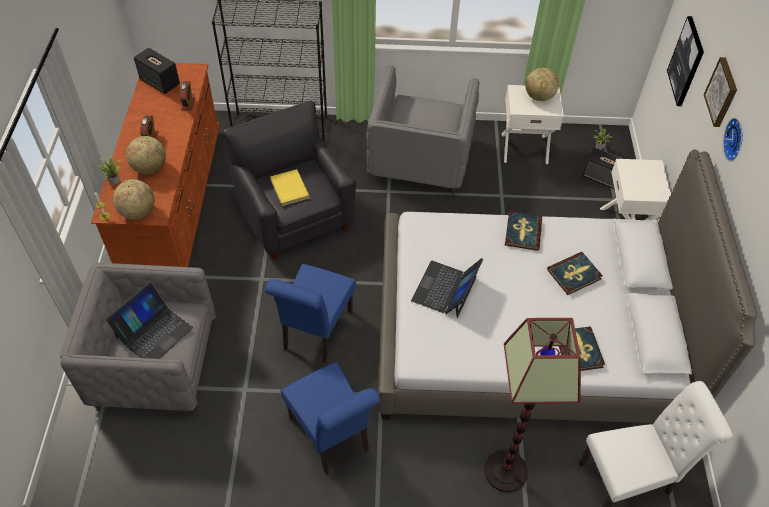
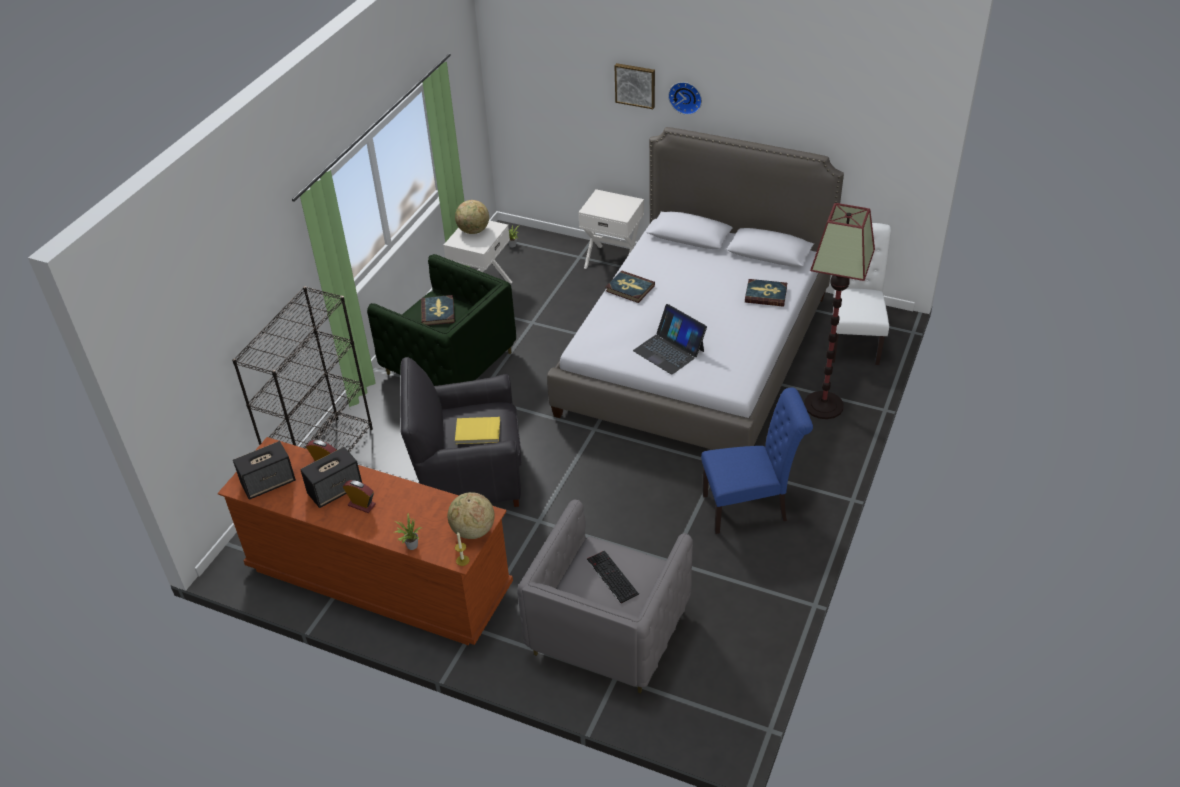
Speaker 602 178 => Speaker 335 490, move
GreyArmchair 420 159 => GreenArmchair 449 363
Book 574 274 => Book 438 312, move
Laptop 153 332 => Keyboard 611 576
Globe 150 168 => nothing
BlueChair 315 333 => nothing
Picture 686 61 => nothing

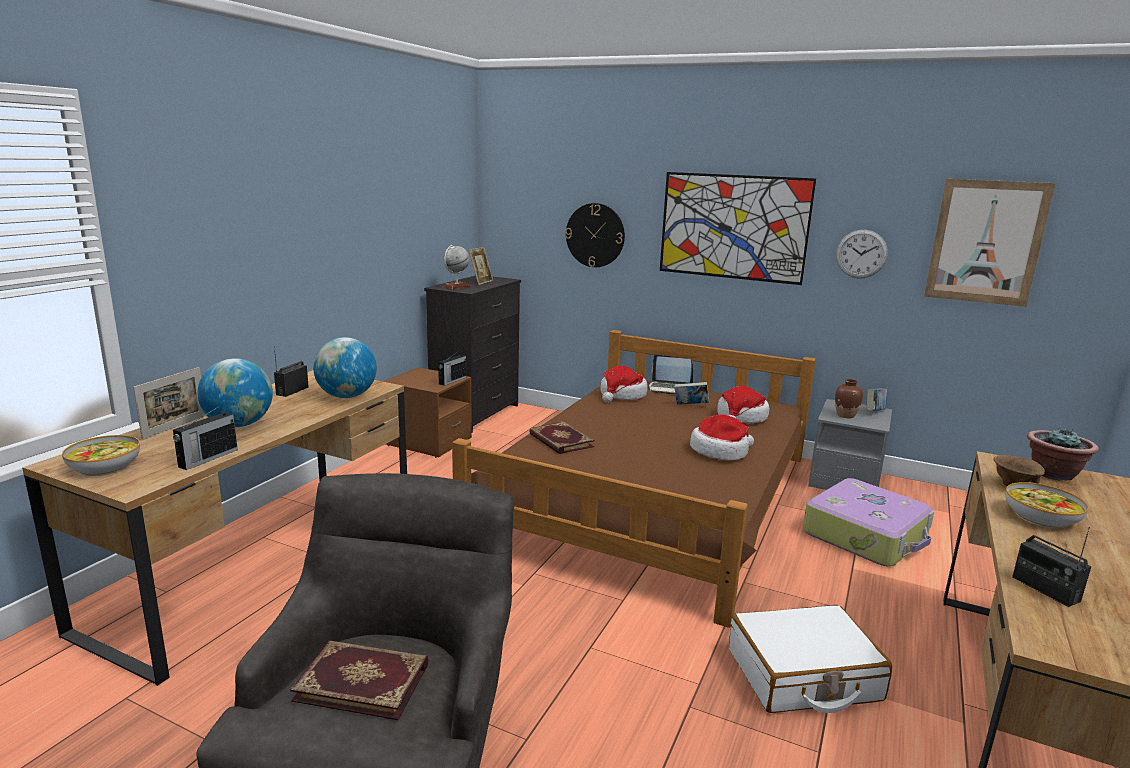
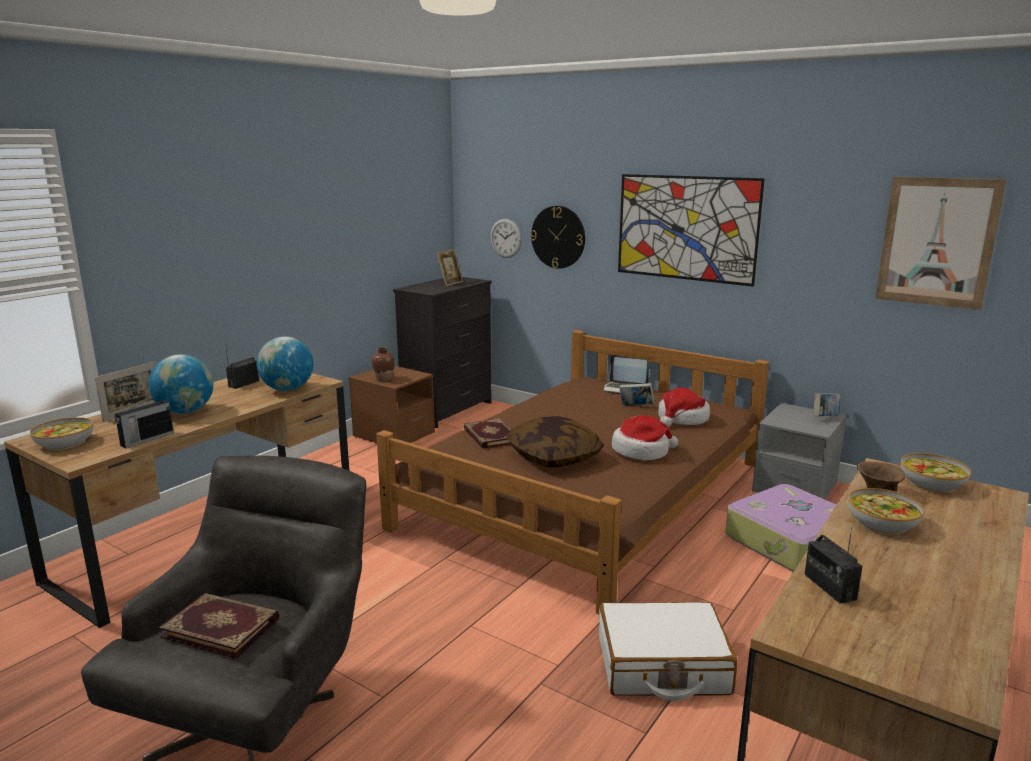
BrownVase 845 415 => BrownVase 384 379, move
WallClock 861 254 => WallClock 506 238, move
nothing => Pillow 554 456
PottedPlant 1053 474 => Bowl 931 483
Radio 452 381 => nothing
Globe 456 287 => nothing
Hat 622 395 => nothing

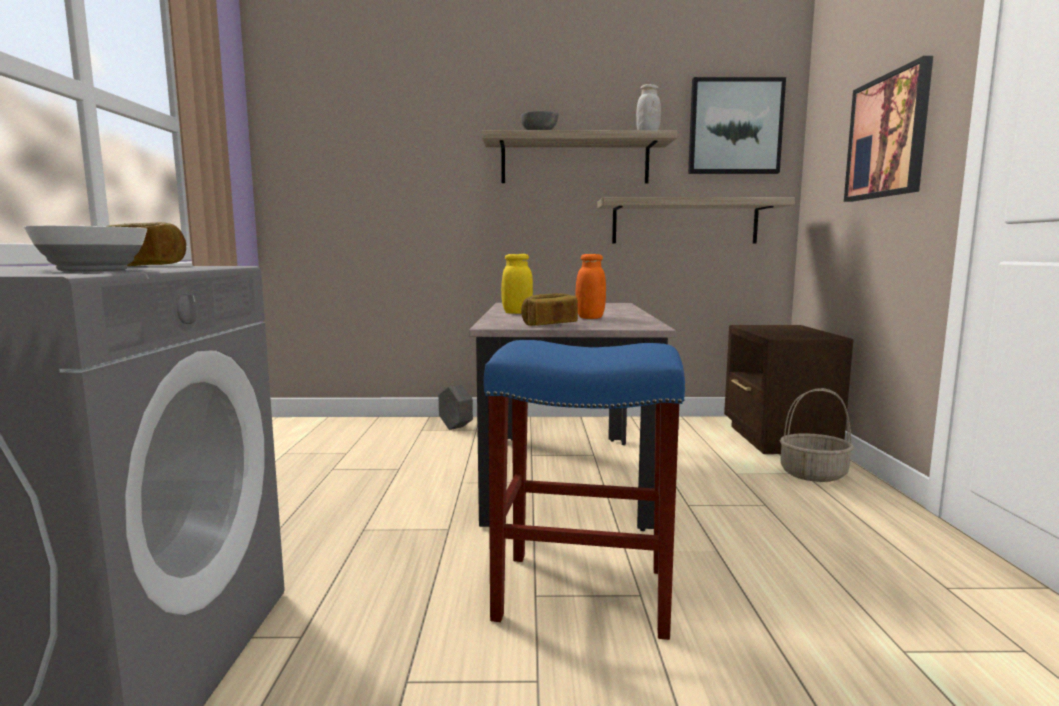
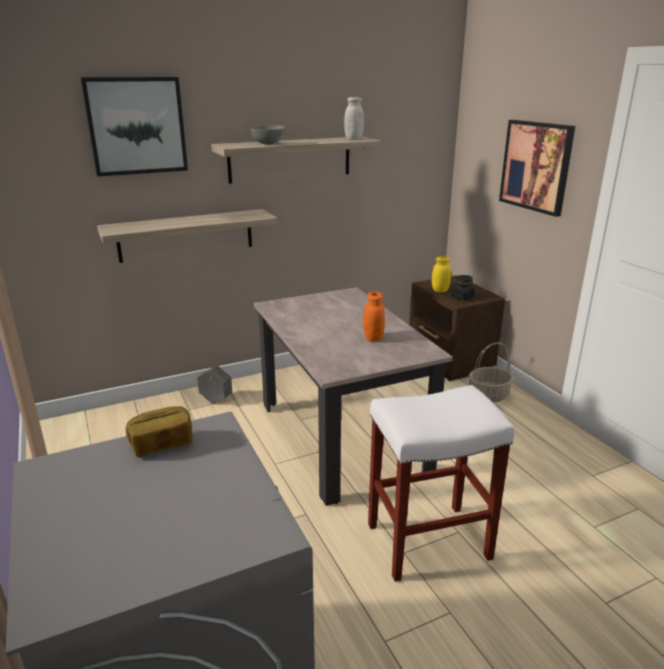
Picture 735 127 => Picture 136 126, move
Shelf 685 222 => Shelf 186 235, move
BlueStool 580 593 => WhiteStool 427 542
YellowJar 517 313 => YellowJar 440 290, move
nothing => BlackJar 462 297
Bowl 91 270 => nothing
Bread 549 324 => nothing

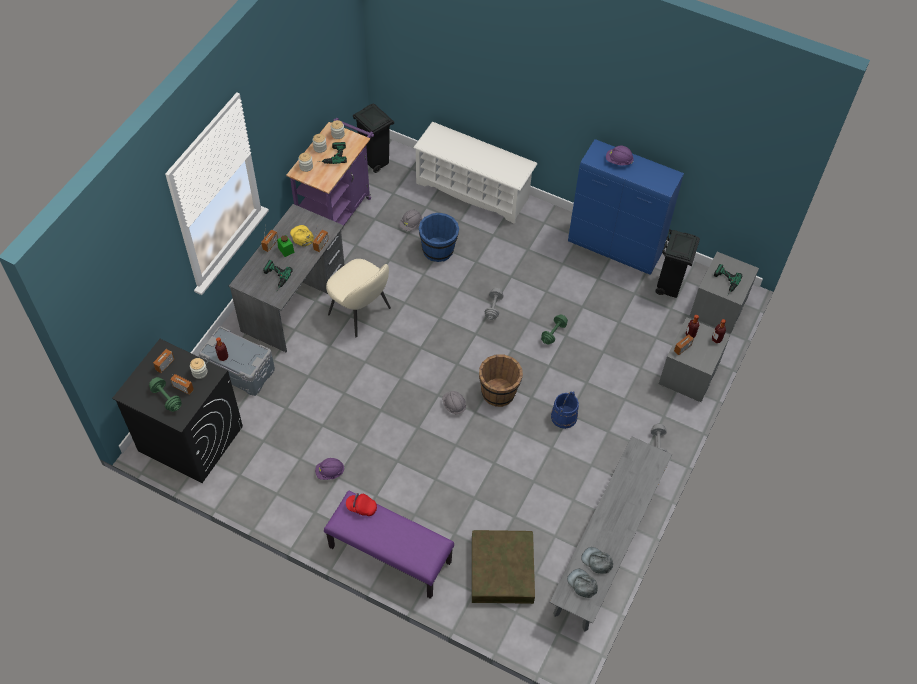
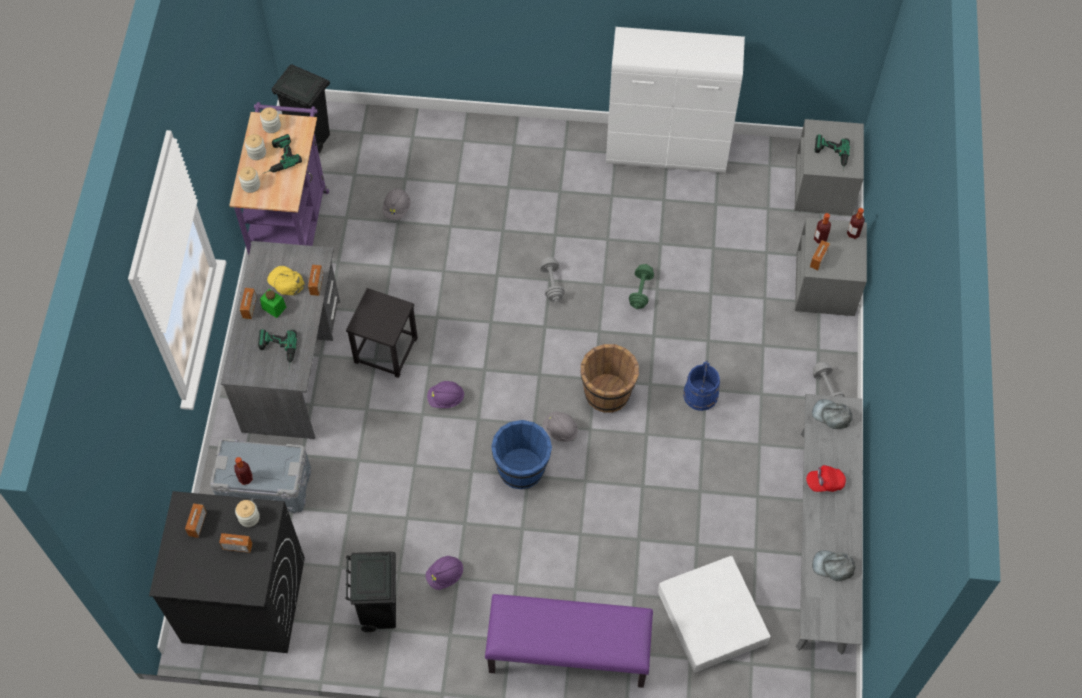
BeigeChair 360 312 => BlackStool 386 350
BlackTrashCan 669 286 => BlackTrashCan 380 612, move
PurpleHardHat 618 161 => PurpleHardHat 446 399, move
BlueBucket 438 250 => BlueBucket 522 468, move
BlueCabinet 615 248 => WhiteCabinet 667 152
BrownStorageBox 502 570 => WhiteStorageBox 712 617
RedCap 361 507 => RedCap 824 483, move
GreyCap 582 584 => GreyCap 832 415, move
GreenDumbbell 166 398 => nothing
WhiteShoeRack 473 190 => nothing

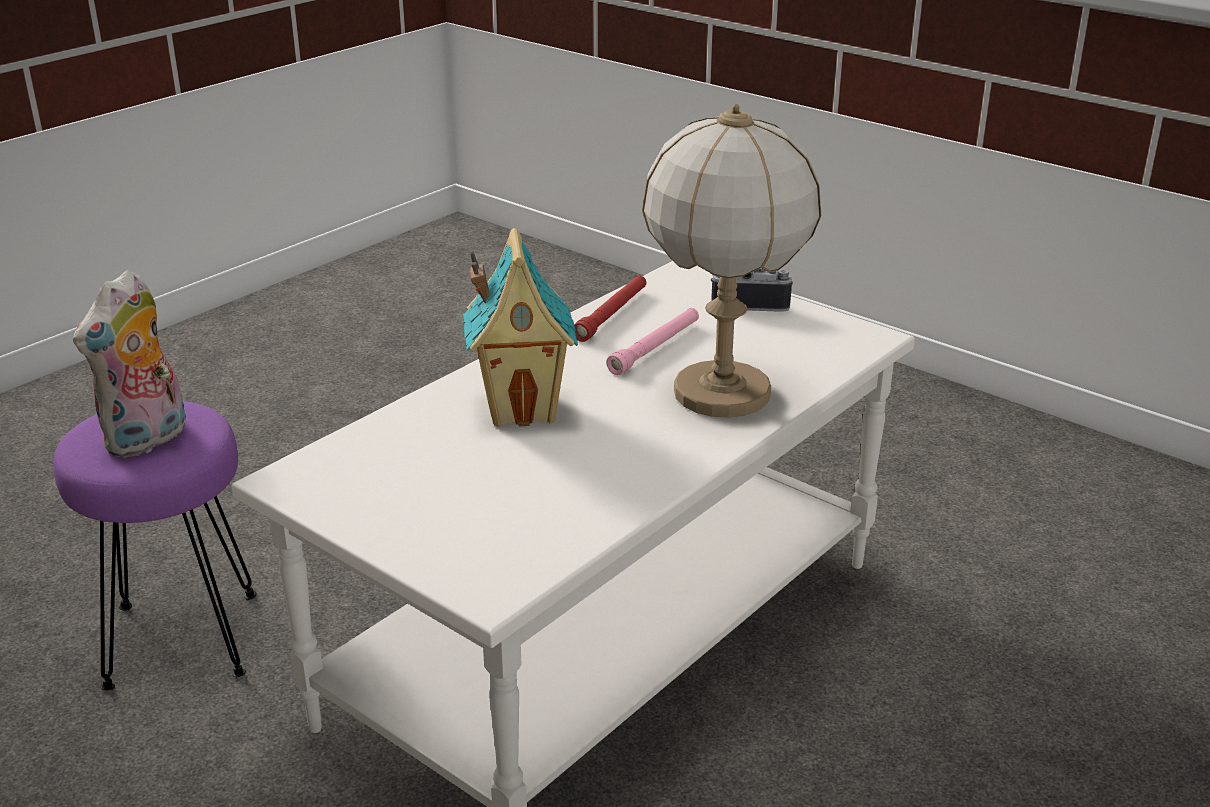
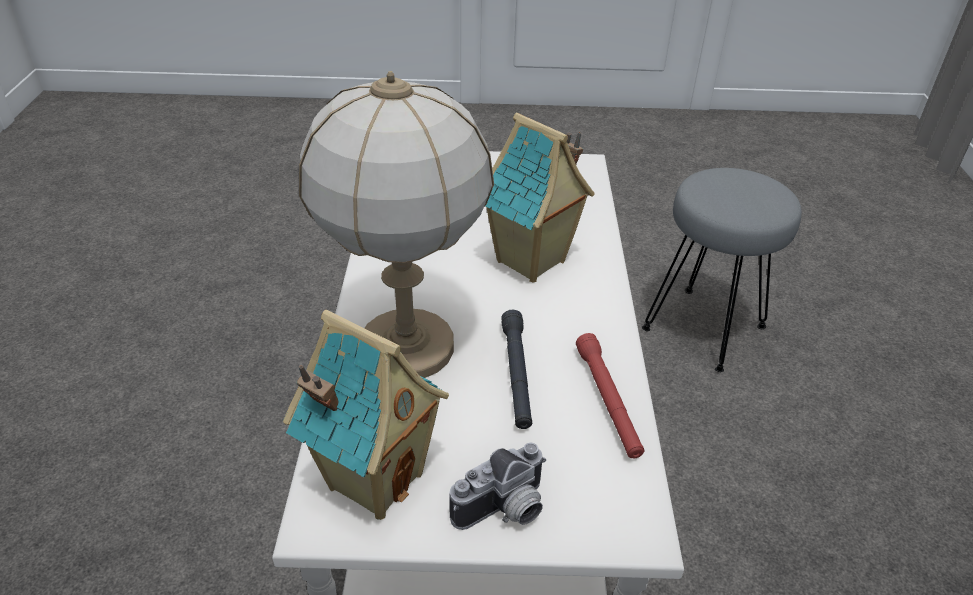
nothing => ToyHouse 374 478
PinkFlashlight 655 348 => BlackFlashlight 516 375
PurpleStool 182 637 => GreyStool 705 329
PlushToy 148 440 => nothing

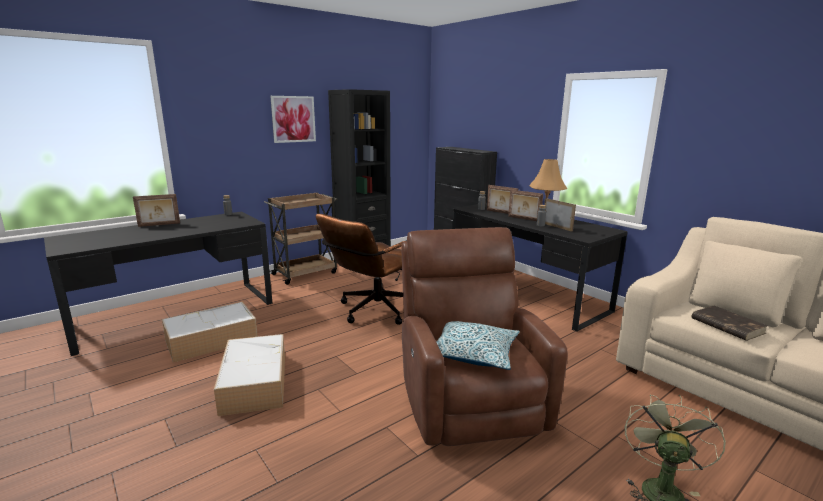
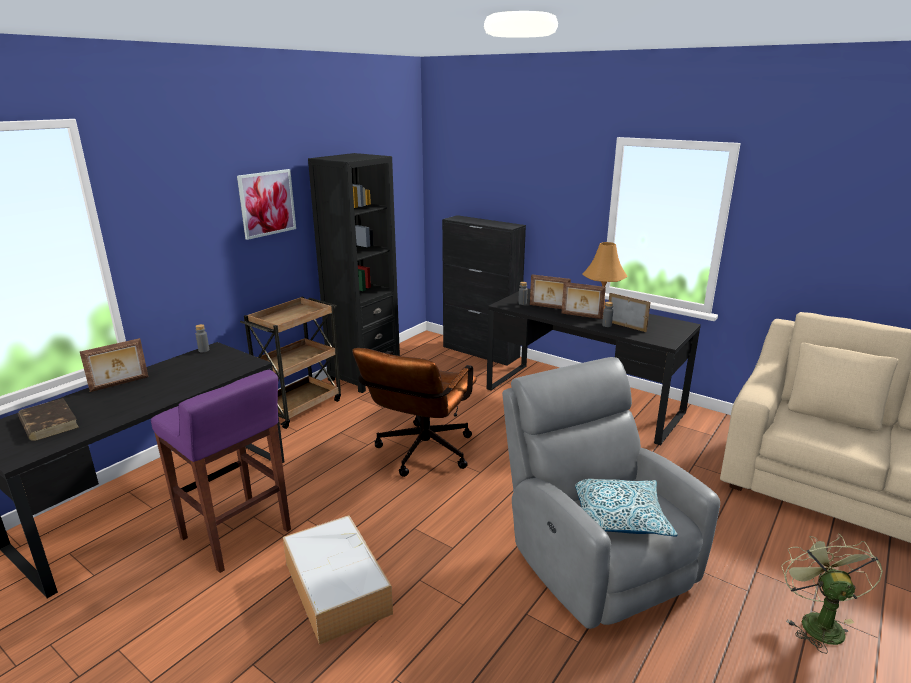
BrownBook 726 325 => BrownBook 48 422, move
StorageBox 210 340 => PurpleStool 237 535
BrownArmchair 469 400 => GreyArmchair 595 558

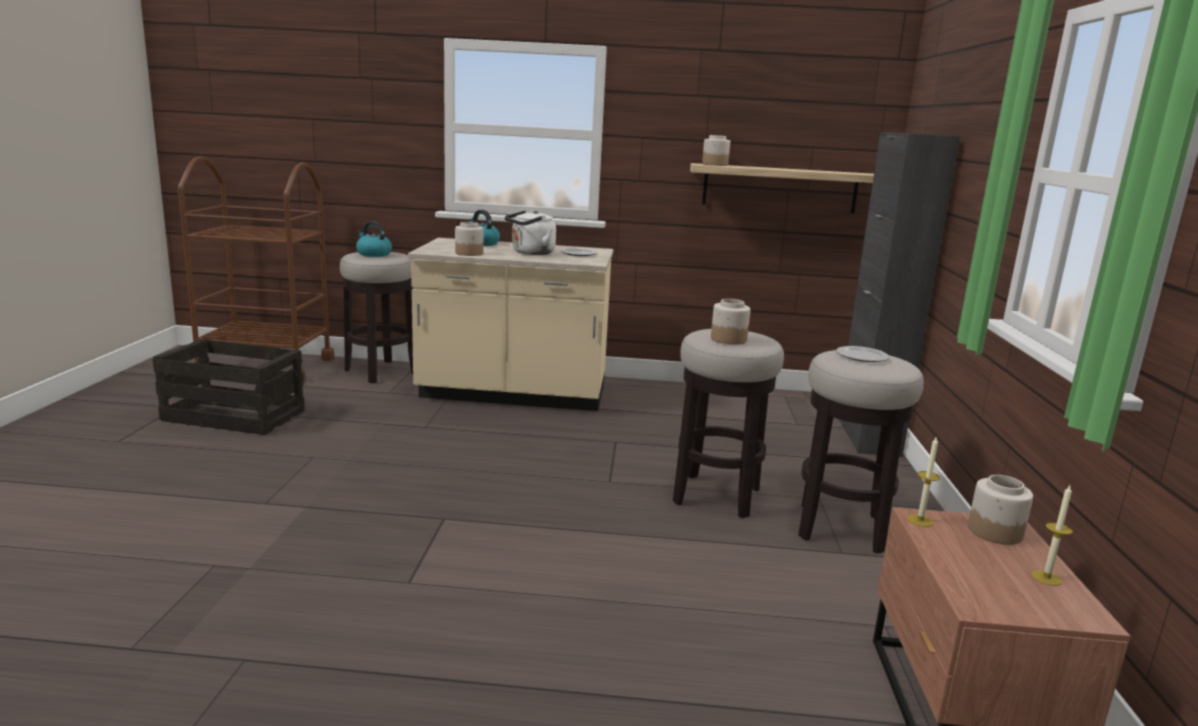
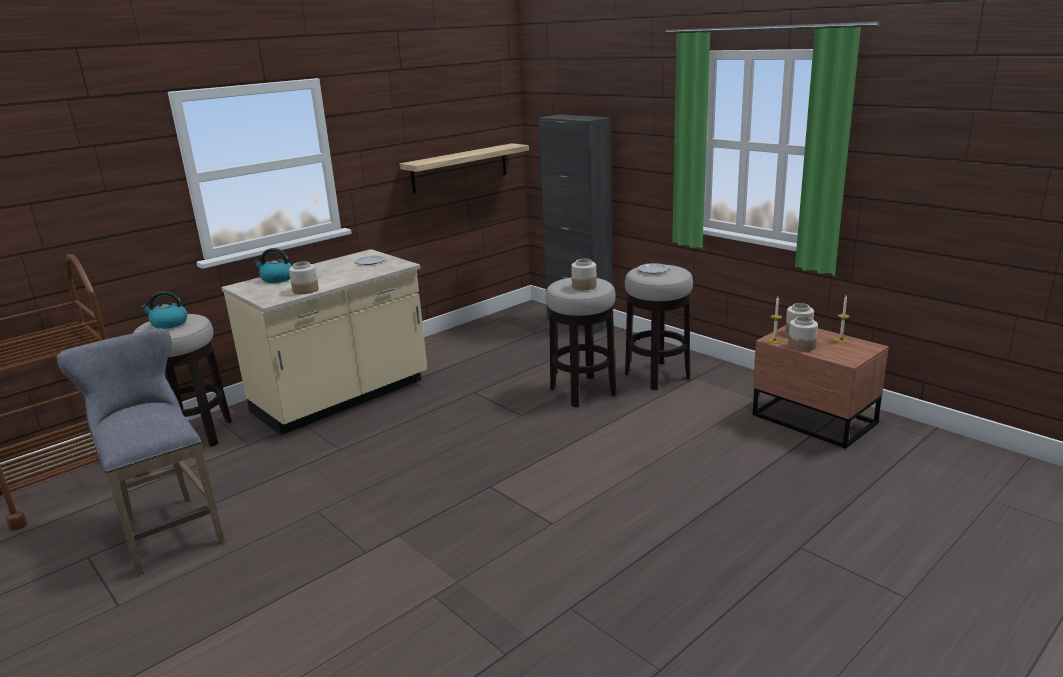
Crate 235 416 => GreyStool 168 528
Jar 715 165 => Jar 801 346, move
WhiteKettle 531 253 => nothing

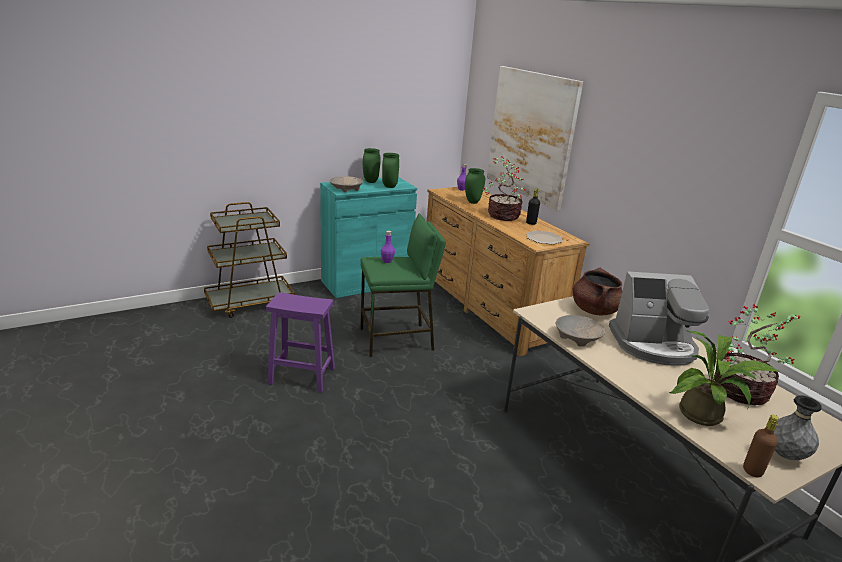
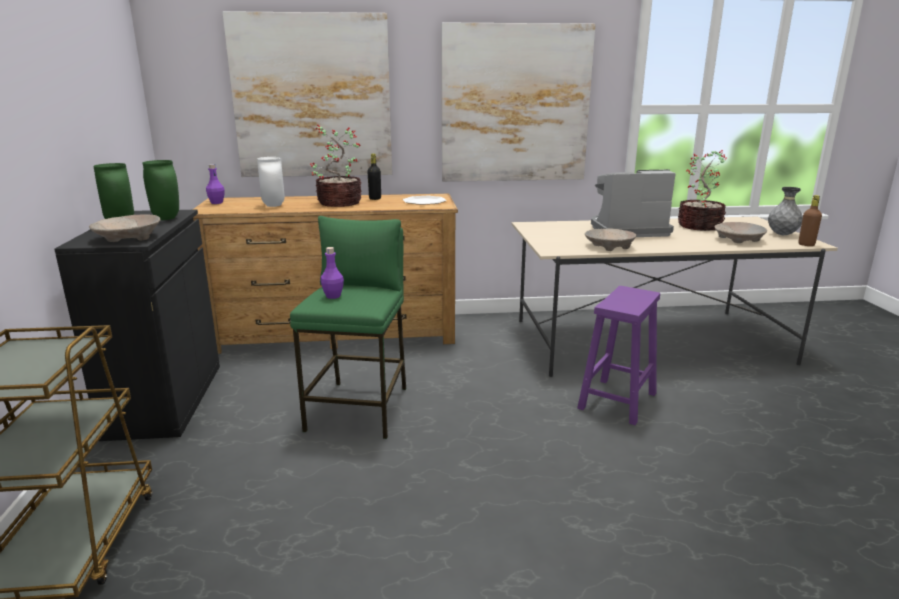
TurquoiseCabinet 366 282 => BlackCabinet 165 399
GreenVase 472 202 => WhiteVase 273 205
nothing => Picture 515 104
PurpleStool 303 376 => PurpleStool 617 400, move
CoffeeMachine 653 345 => CoffeeMachine 627 230, 120 degrees counterclockwise
PottedPlant 705 416 => BeigeBowl 739 240
BrownCookingPot 594 310 => nothing

